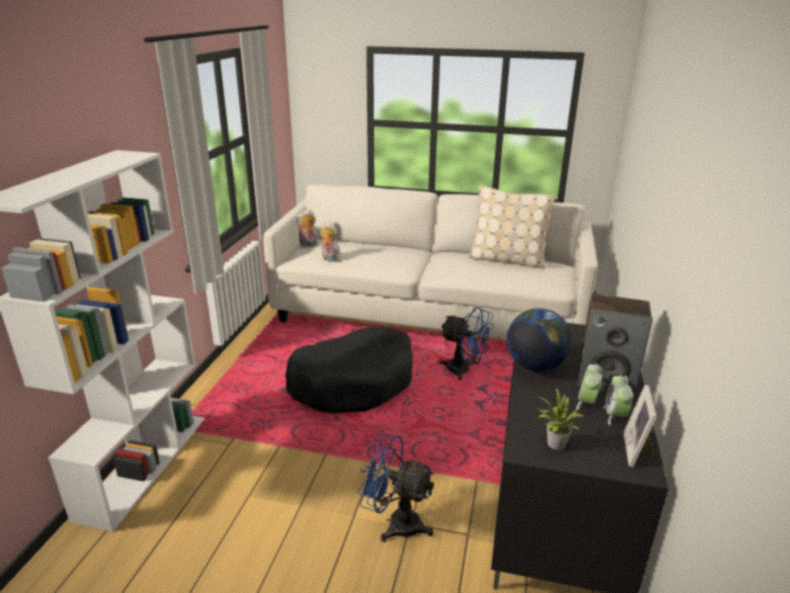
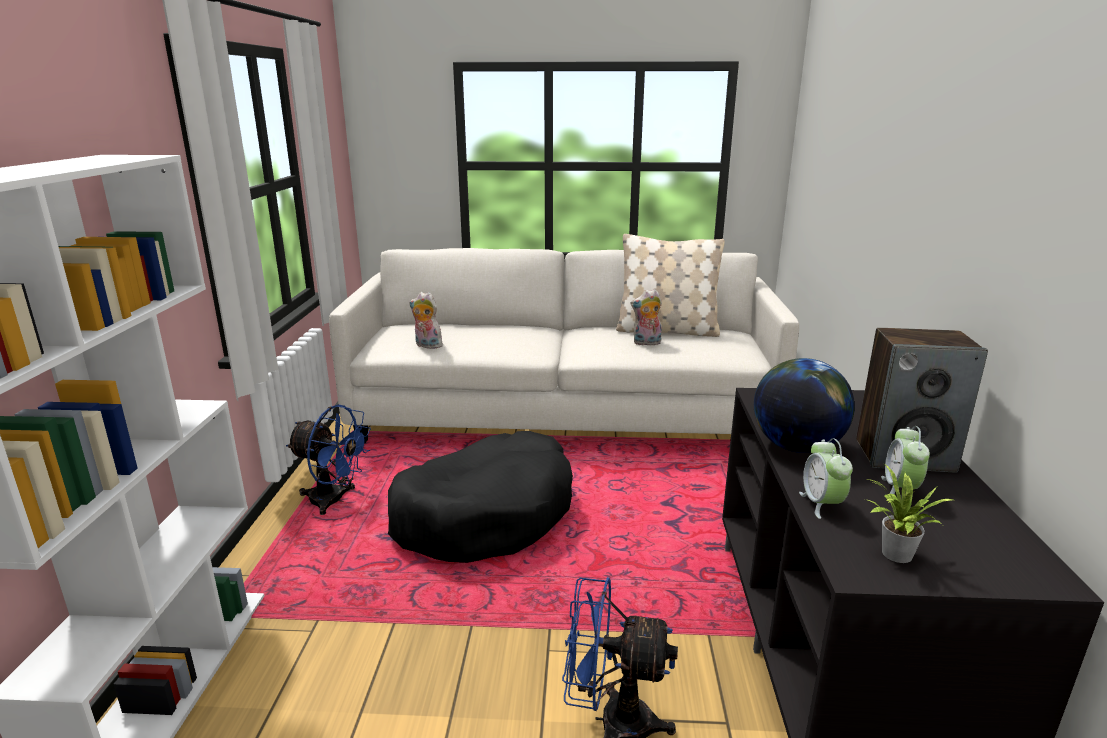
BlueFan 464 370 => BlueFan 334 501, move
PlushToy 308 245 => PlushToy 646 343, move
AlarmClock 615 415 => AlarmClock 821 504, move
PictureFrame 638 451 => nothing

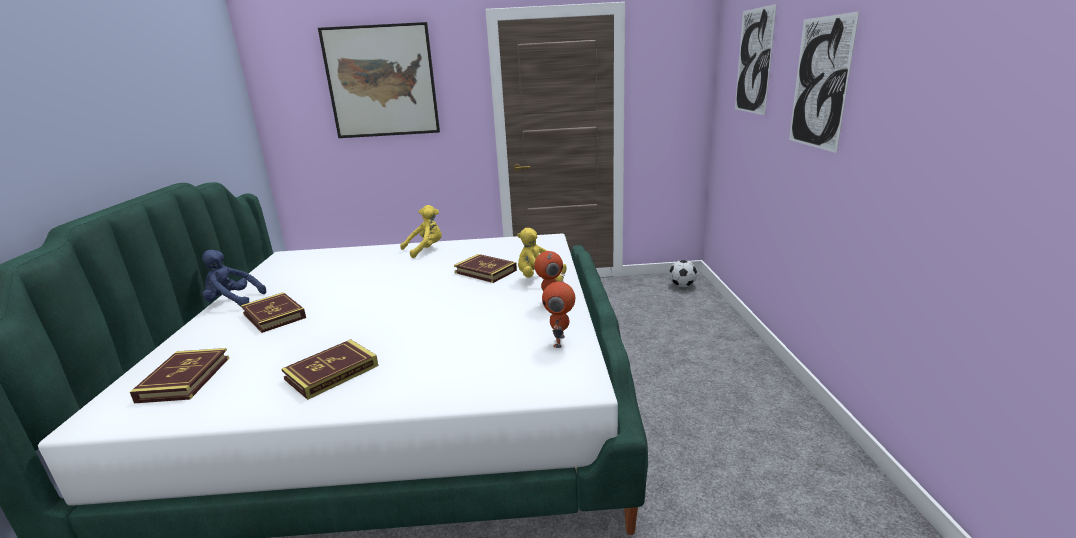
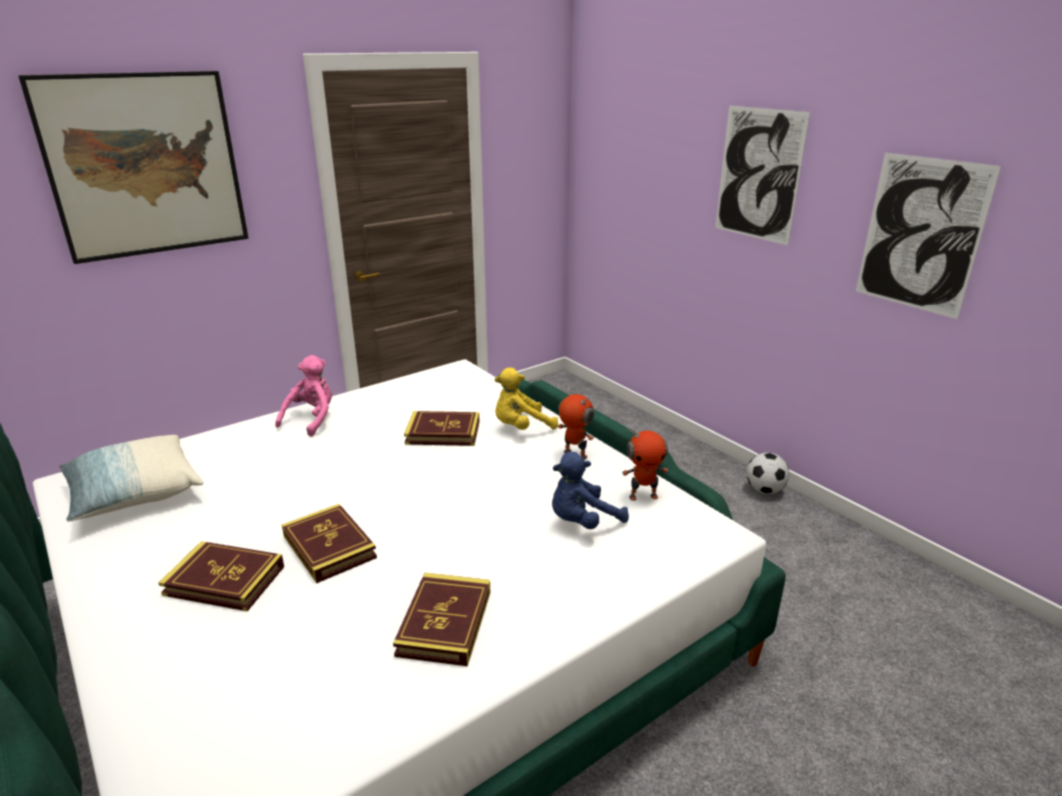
nothing => Pillow 134 493
YellowPlushToy 426 250 => PinkPlushToy 312 419
Book 184 379 => Book 329 547, move
BluePlushToy 232 301 => BluePlushToy 582 521, move
ToyRobot 560 341 => ToyRobot 643 496, 75 degrees counterclockwise
Football 682 286 => Football 764 490, move
Picture 753 61 => Picture 921 235, move

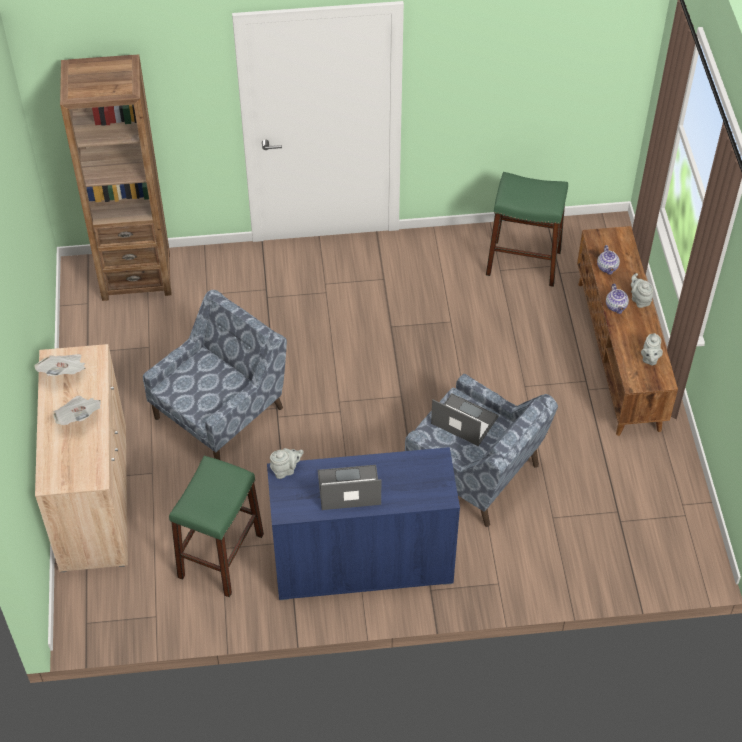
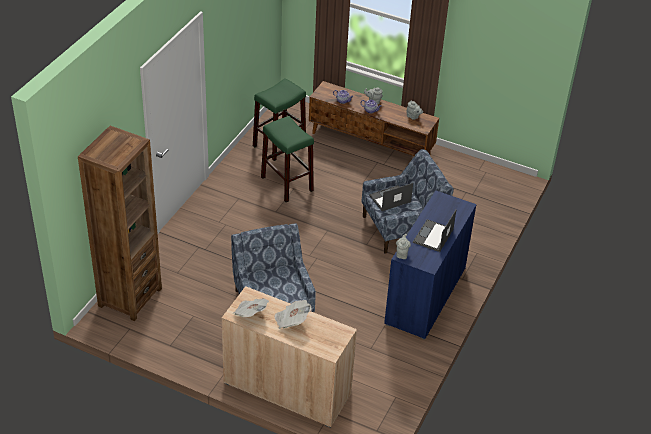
GreenStool 221 555 => GreenStool 287 184, move

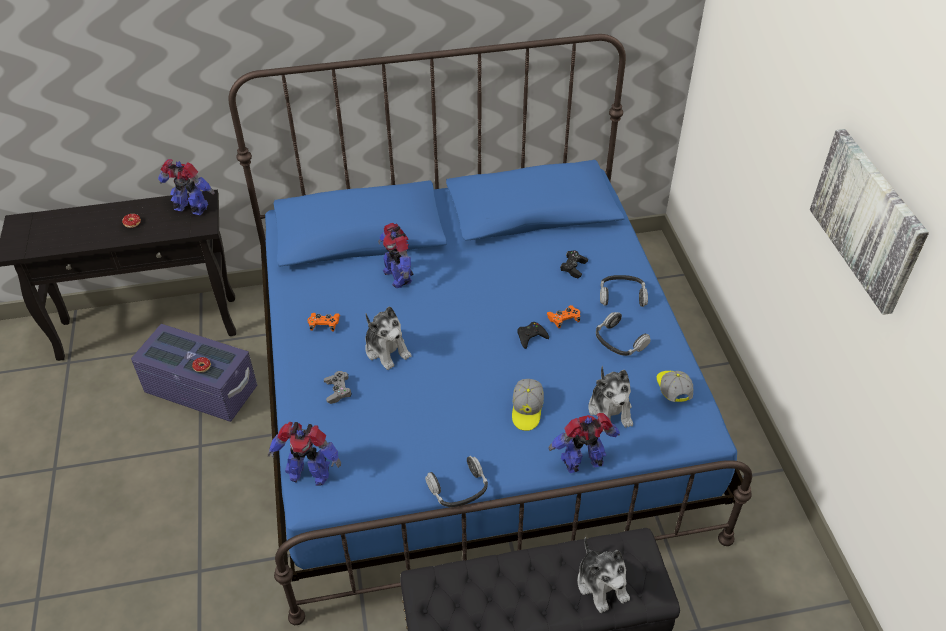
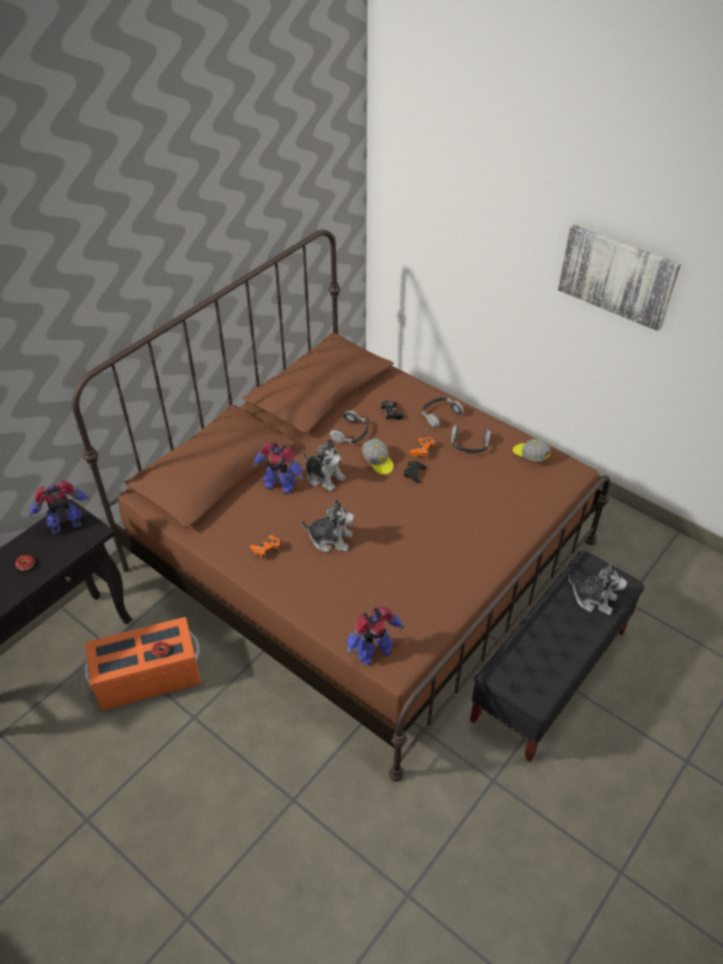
BlueBed 473 401 => BrownBed 360 555
PurpleStorageBox 201 390 => OrangeStorageBox 148 678
PlushToy 610 410 => PlushToy 324 476, move
Headphones 459 488 => Headphones 351 433, move
Cap 527 410 => Cap 377 462, move
GreyGameController 338 391 => nothing
ToyRobot 583 462 => nothing

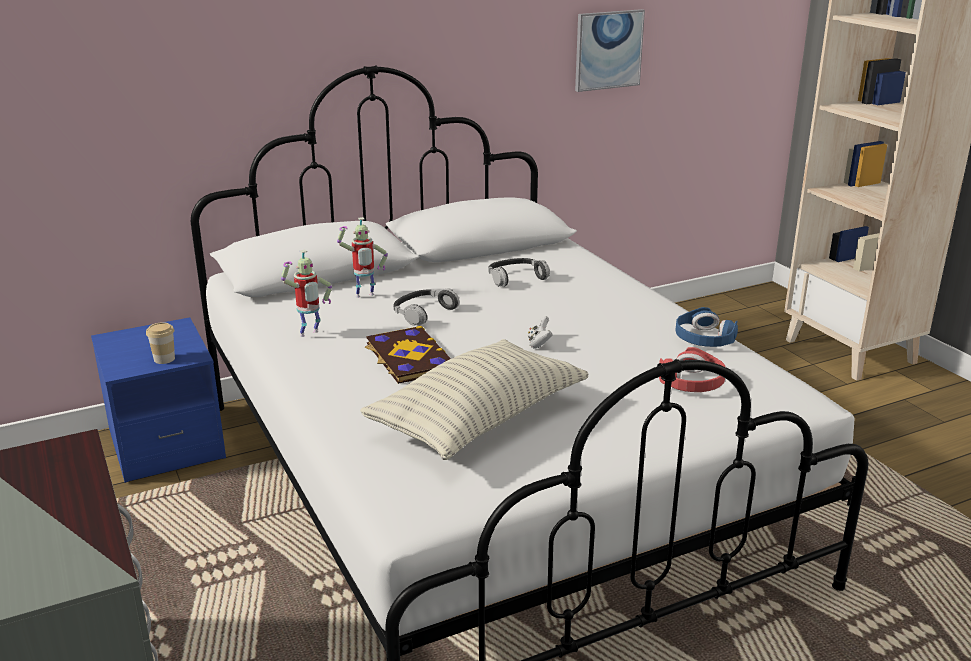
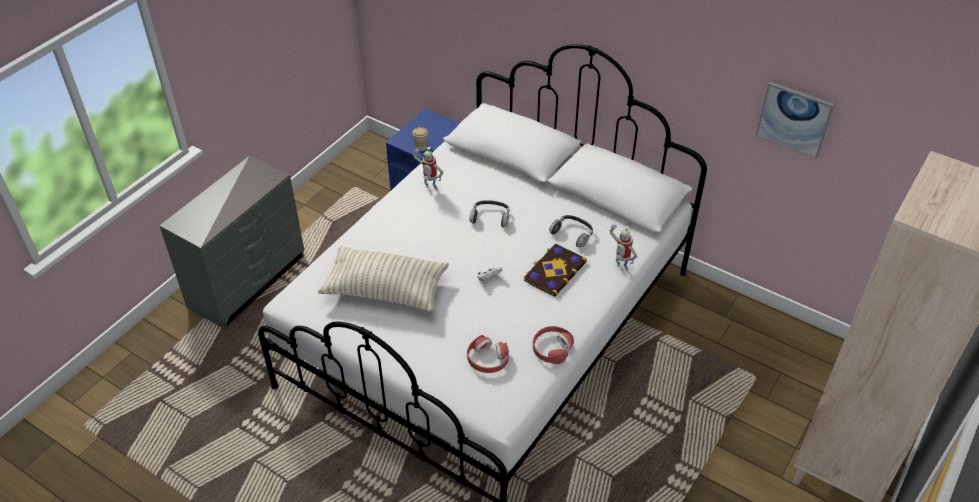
Book 409 357 => Book 554 271, move
BlueHeadphones 704 338 => RedHeadphones 552 348
ToyRobot 365 296 => ToyRobot 620 268, move

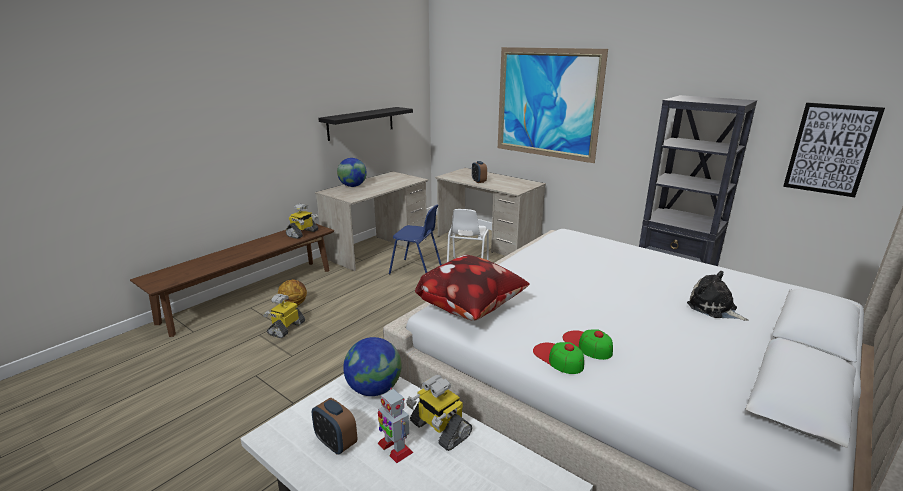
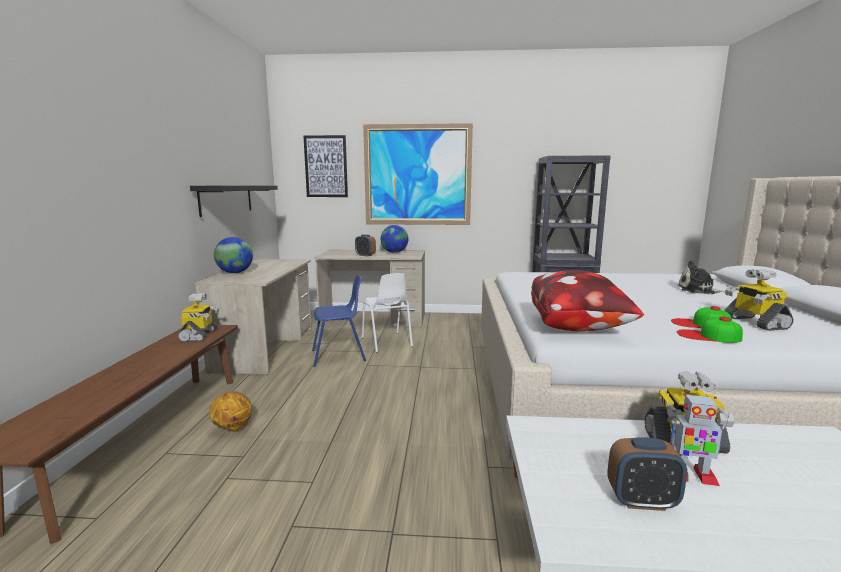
Picture 830 149 => Picture 326 166, move
Globe 374 389 => Globe 394 252, move
ToyRobot 286 328 => ToyRobot 754 322, move

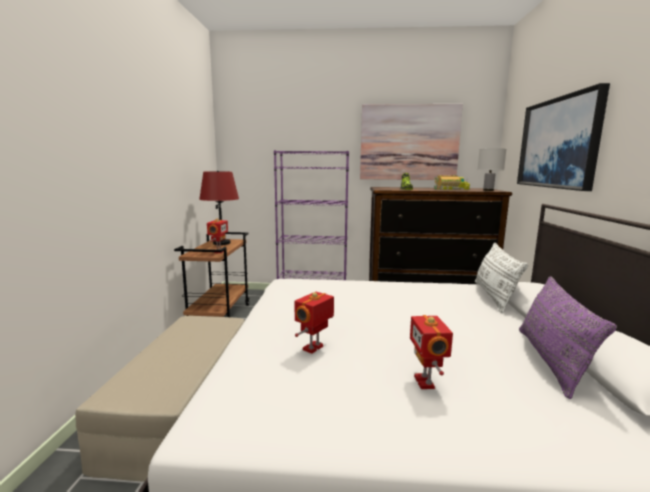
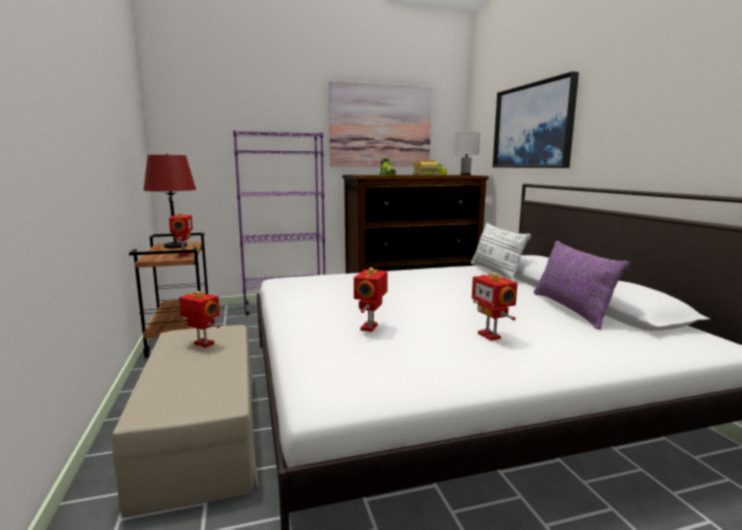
nothing => ToyRobot 202 344

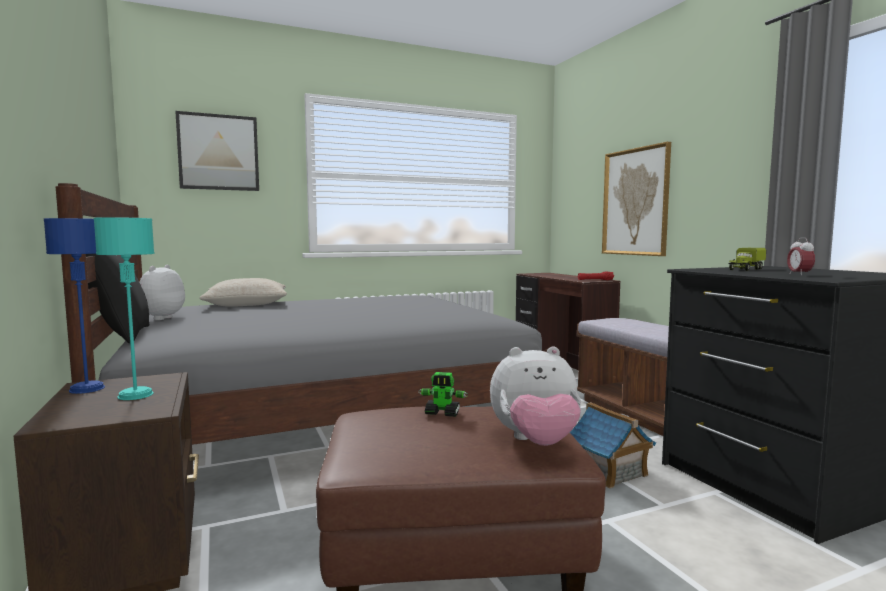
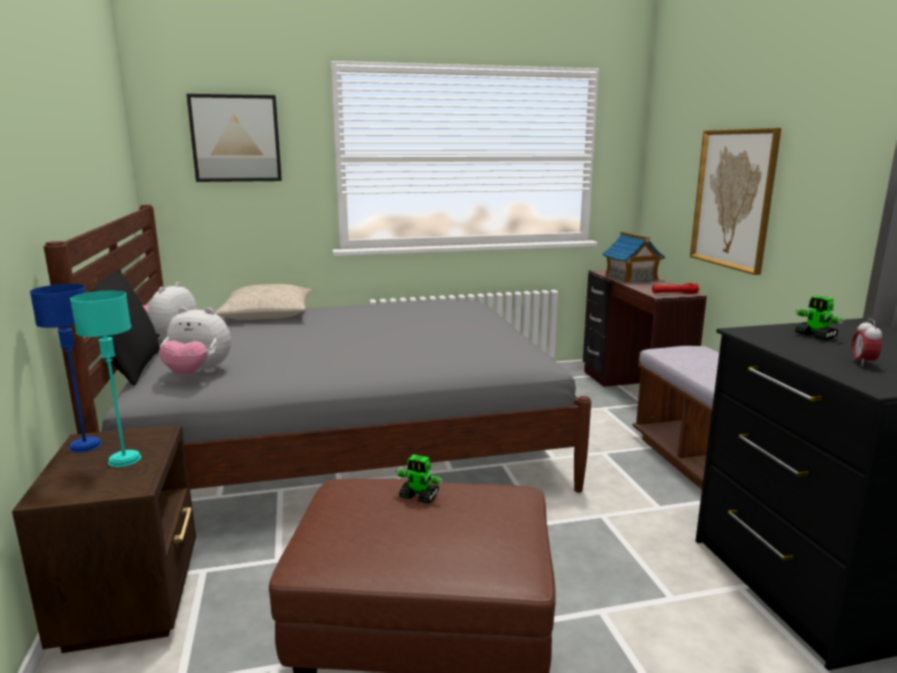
PlushToy 535 442 => PlushToy 198 374, move
ToyHouse 608 471 => ToyHouse 631 278, move
ToyTruck 746 269 => ToyRobot 815 336

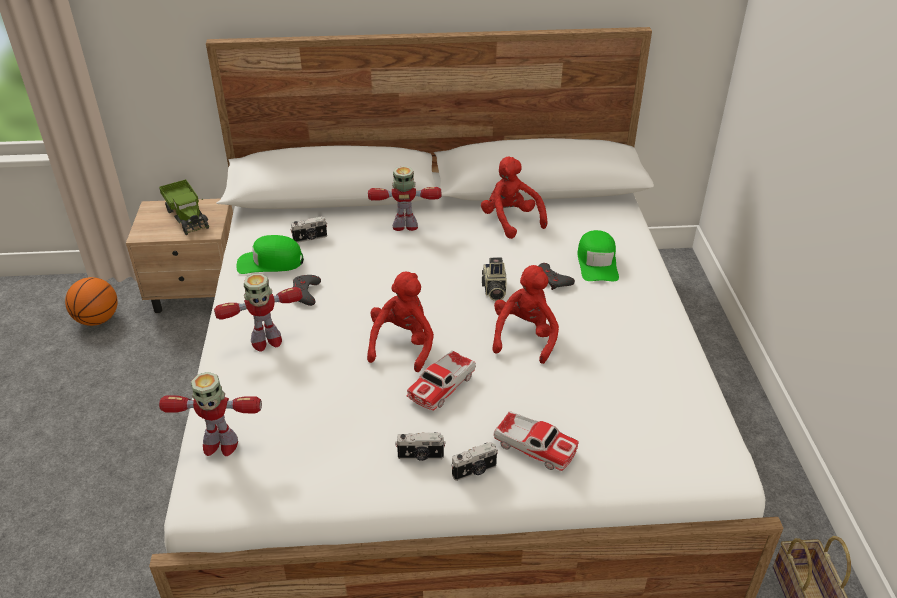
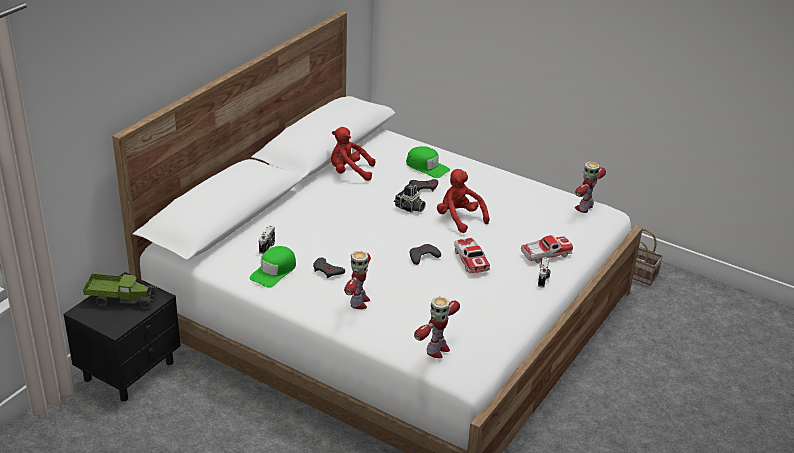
BeigeNightstand 198 293 => BlackNightstand 130 370
RedPlushToy 402 344 => GreyGameController 423 256
ToyRobot 406 226 => ToyRobot 584 207, move
Basketball 97 319 => nothing
PhotoCamera 420 456 => nothing

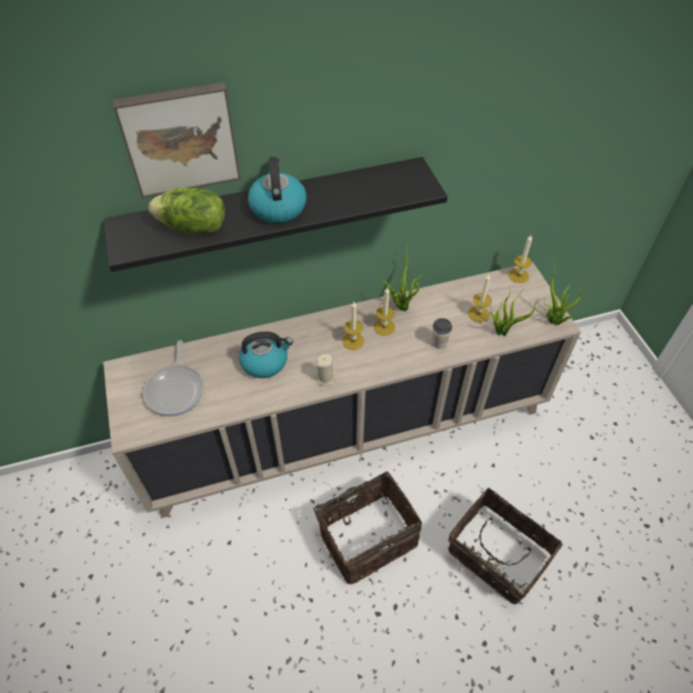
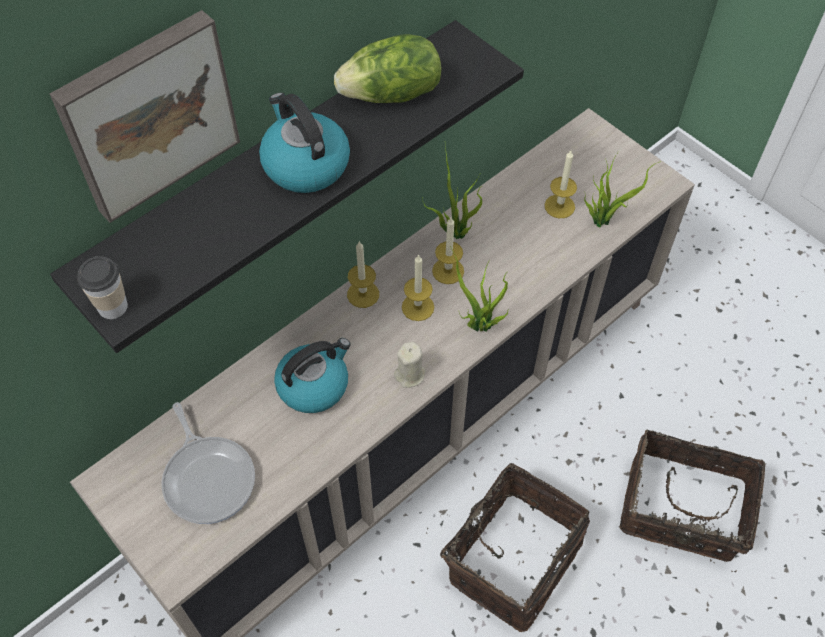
Cup 439 343 => Cup 112 306, move
Lettuce 193 228 => Lettuce 392 95, move
Candle 518 275 => Candle 363 294, move
PottedPlant 553 321 => PottedPlant 479 326, move

